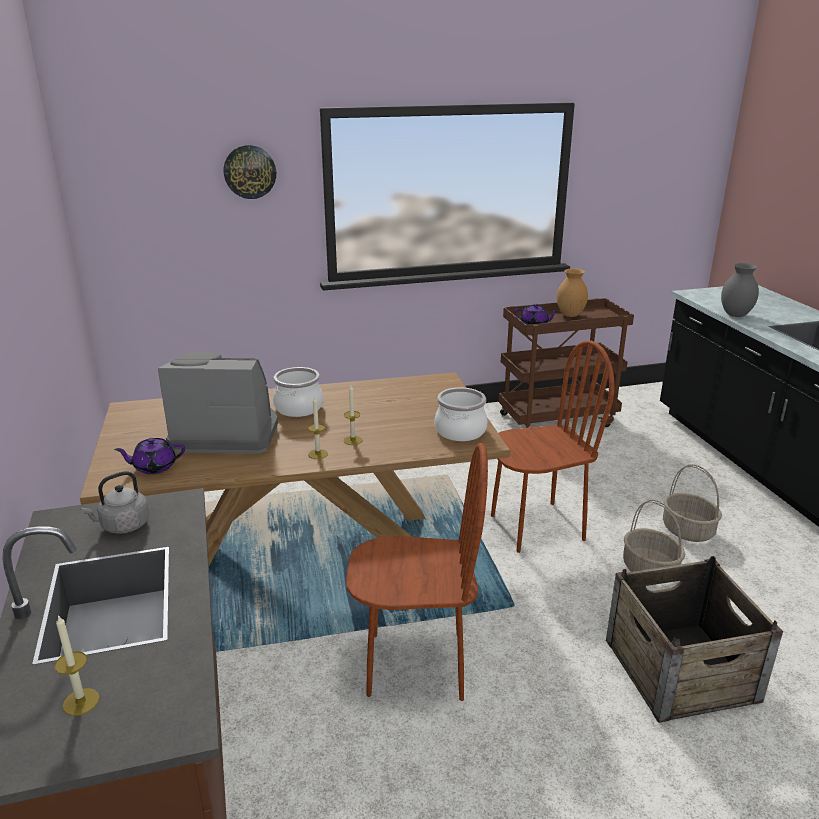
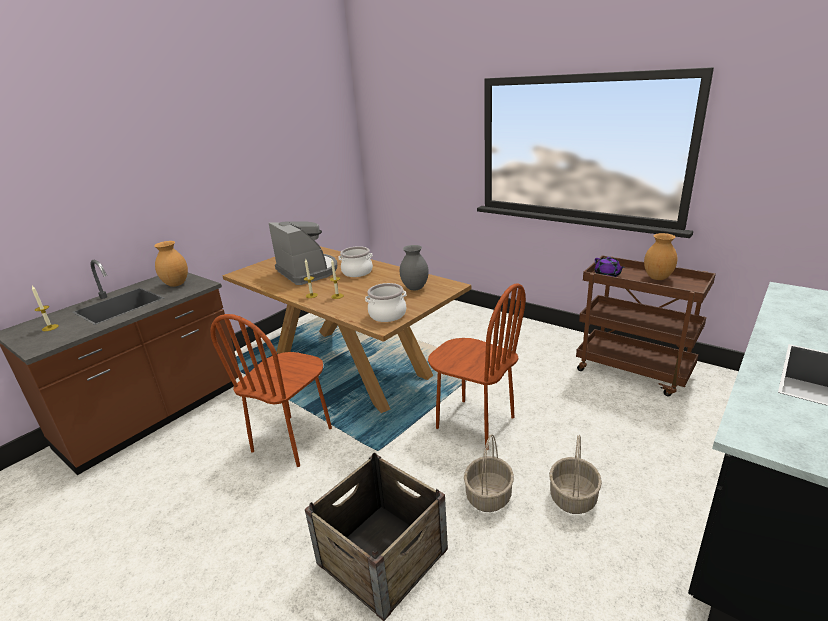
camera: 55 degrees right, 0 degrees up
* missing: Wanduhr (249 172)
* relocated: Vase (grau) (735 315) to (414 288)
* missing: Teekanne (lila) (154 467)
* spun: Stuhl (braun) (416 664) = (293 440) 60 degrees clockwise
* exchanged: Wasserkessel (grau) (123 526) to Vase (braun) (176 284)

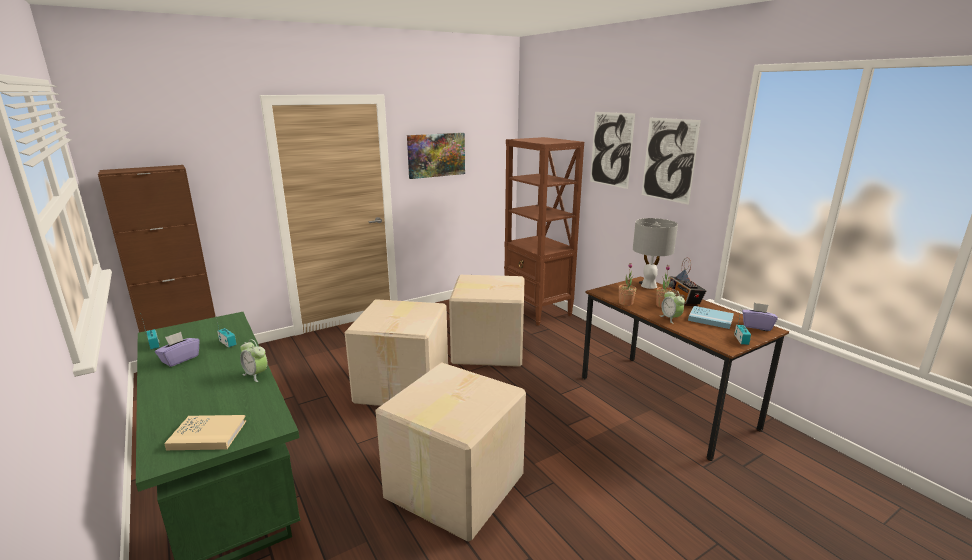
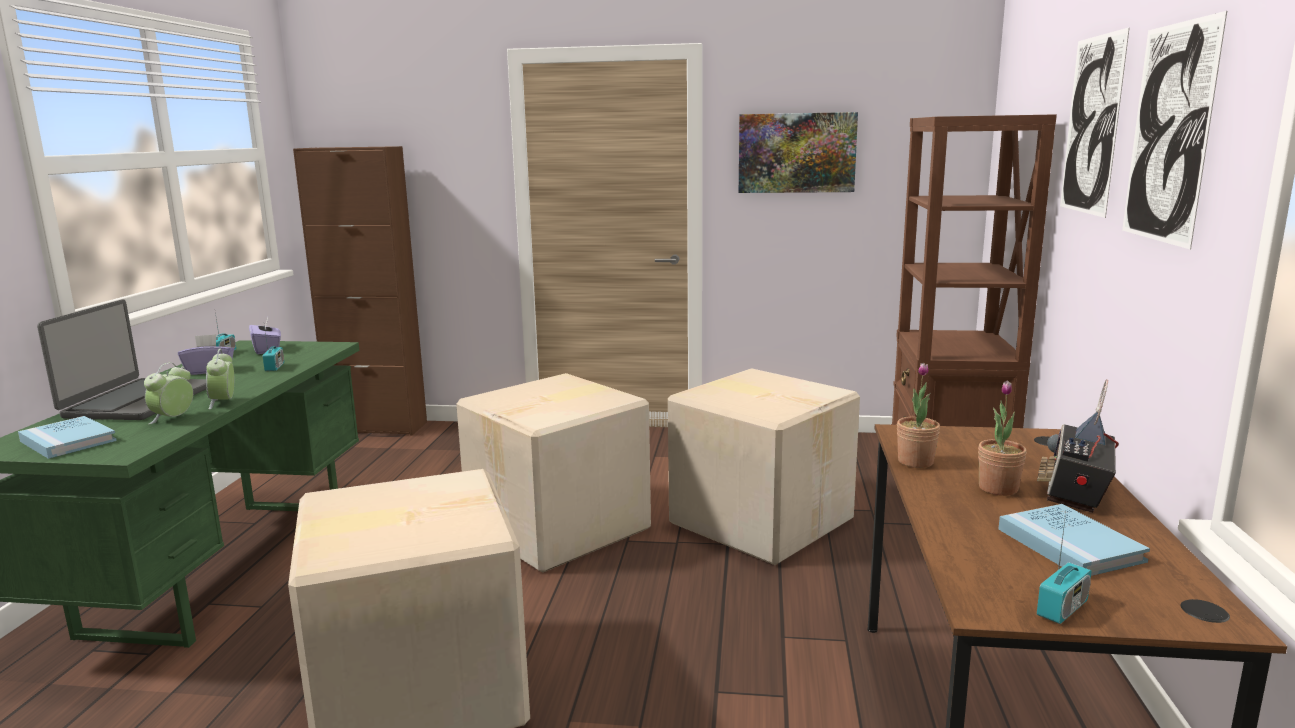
camera: 40 degrees right, 5 degrees down
* missing: Tischlampe (grau) (648 285)
* relocated: Wecker (670 318) to (173 419)
* relocated: Taschentuchbox (lila) (756 326) to (267 350)
* colour: Buch (beige) (207 435) to Buch (blau) (68 441)
* appeared: Laptop (138 401)

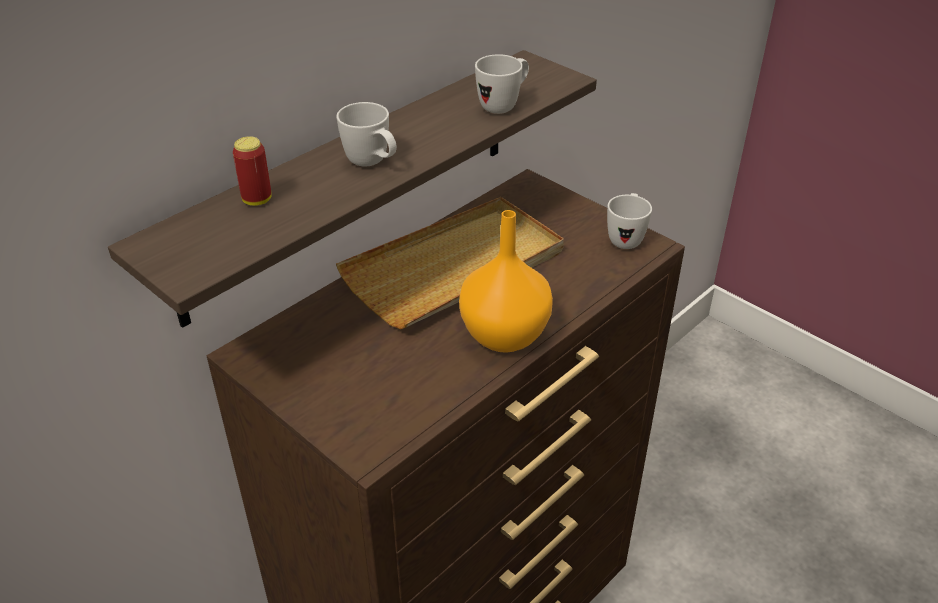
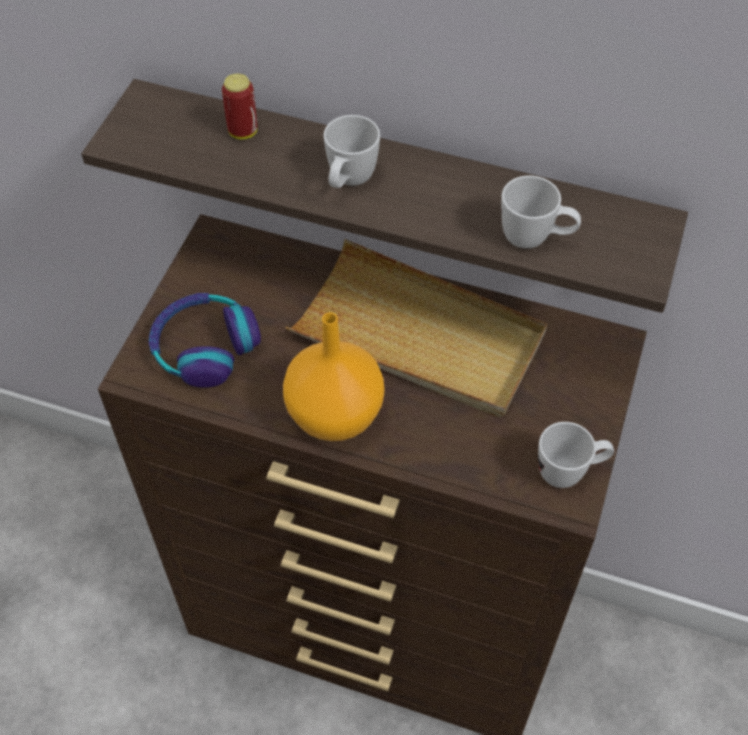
camera: 65 degrees right, 15 degrees up
* appeared: Kopfhörer (204 347)

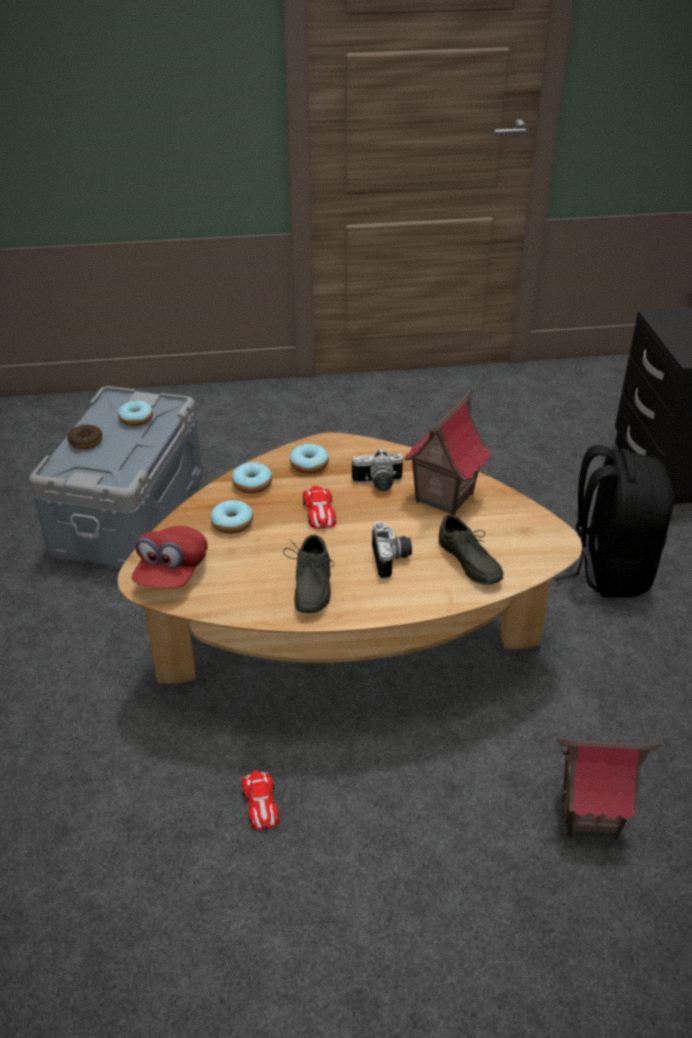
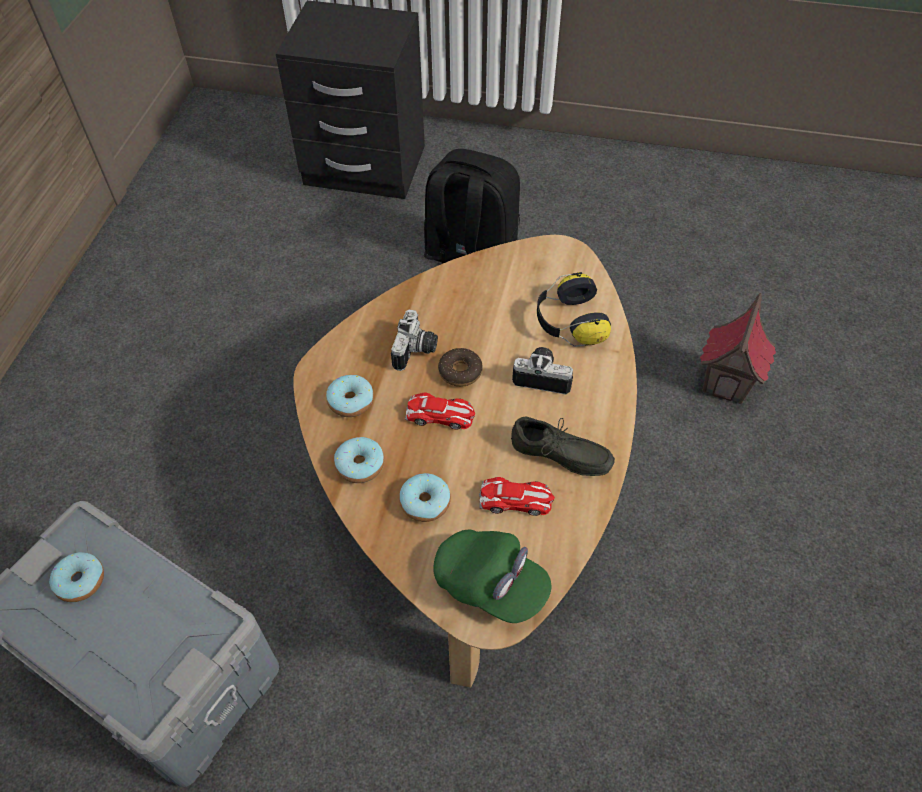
camera: 70 degrees left, 15 degrees up
* missing: Spielzeughaus (443 497)
* relocated: Donut (86 441) to (460 371)
* exchanged: Schuh (grau) (466 563) to Kopfhörer (568 322)
* colour: Kappe (rot) (172 572) to Kappe (grün) (490 584)
* relocated: Spielzeugauto (260 803) to (516 500)

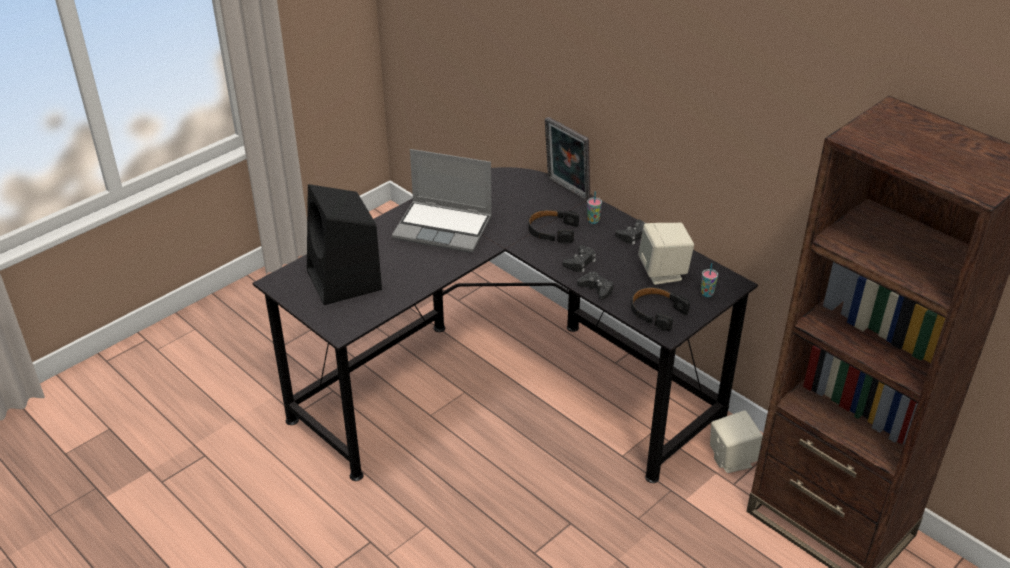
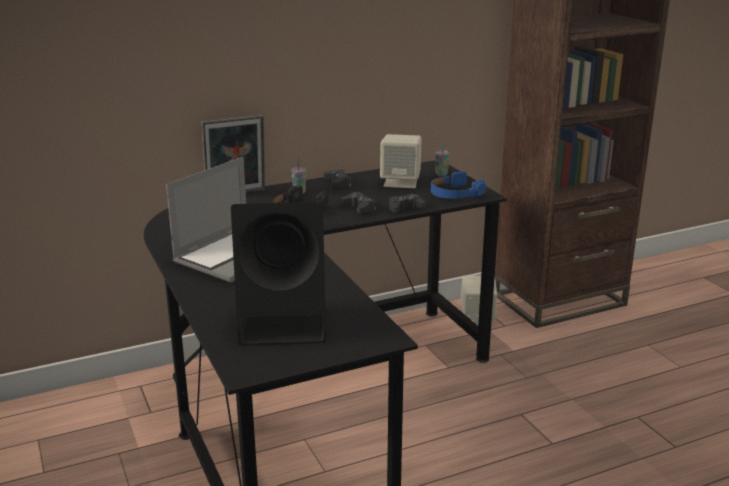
camera: 70 degrees left, 15 degrees down
* colour: Kopfhörer (schwarz) (656 312) to Kopfhörer (blau) (454 194)

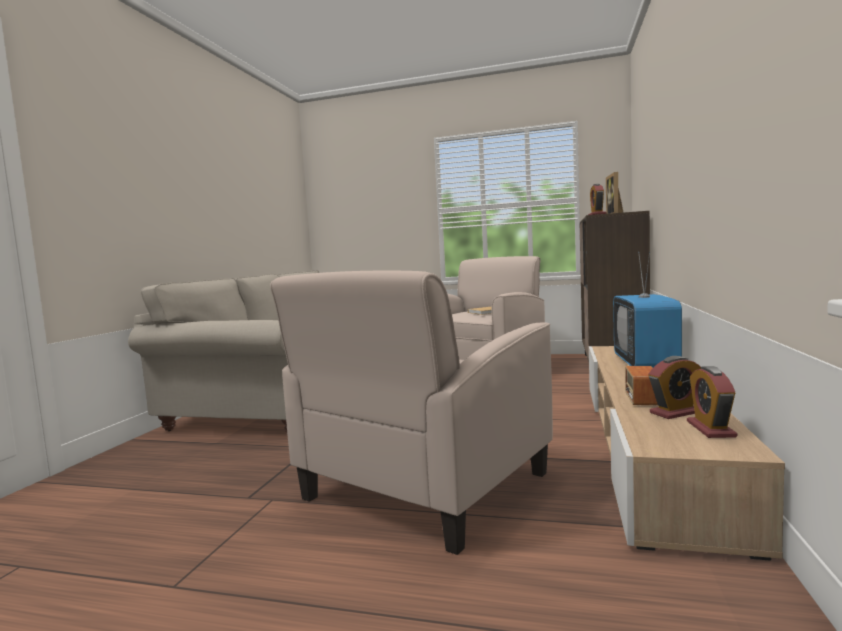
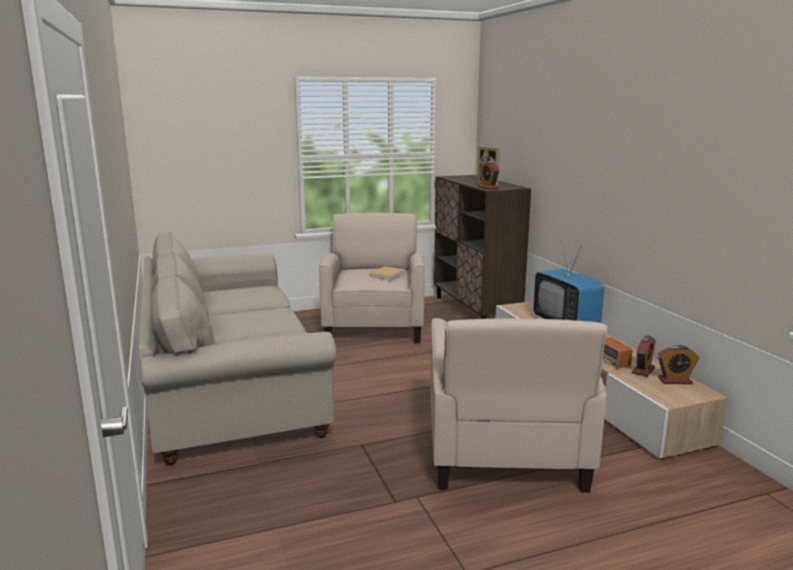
camera: 35 degrees left, 10 degrees up
* spun: Wecker (710 429) = (675 380) 60 degrees counterclockwise

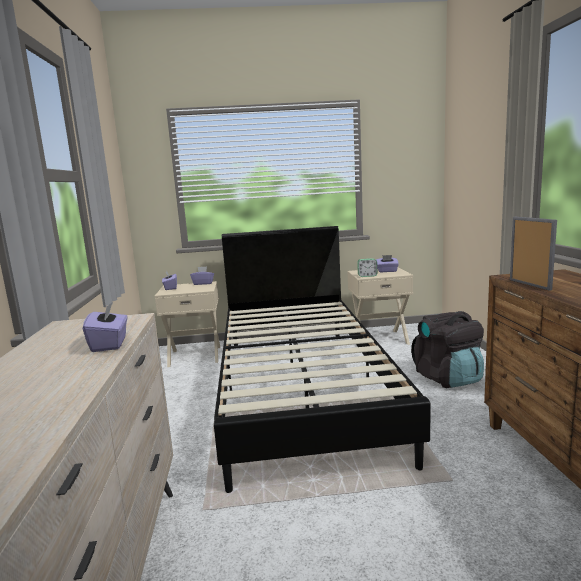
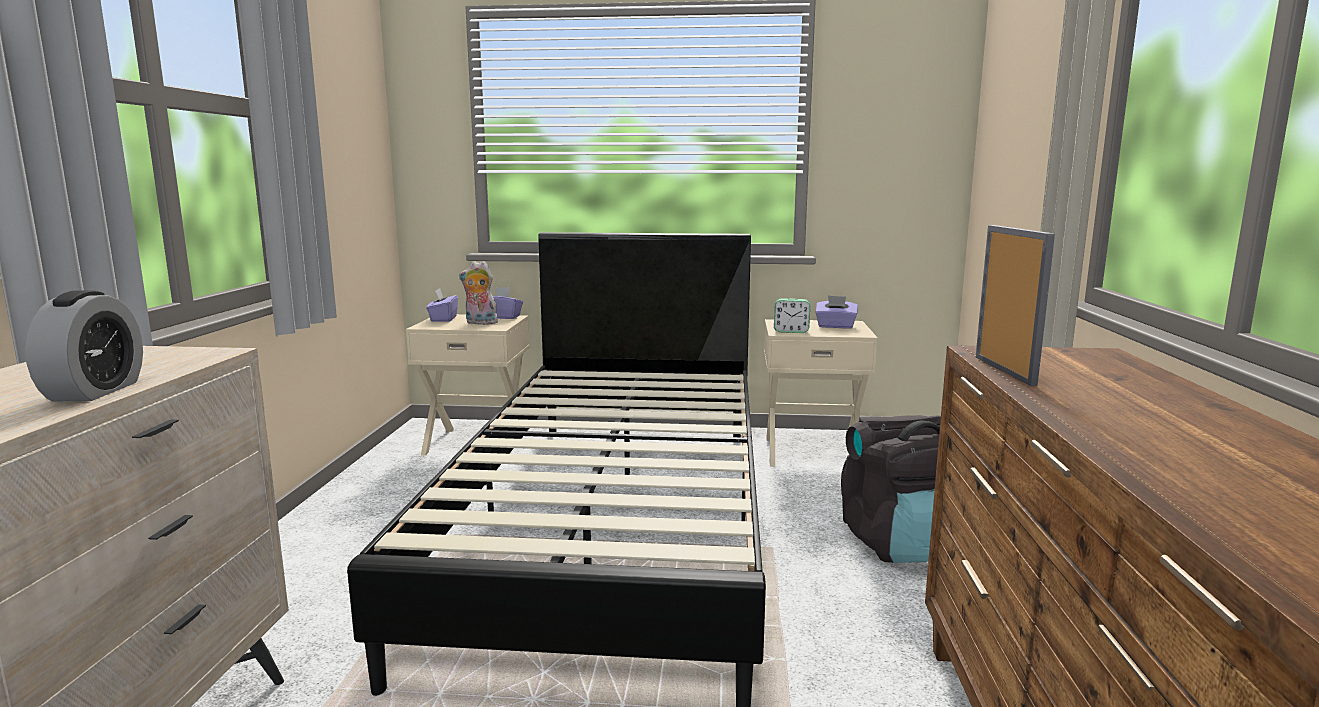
camera: 10 degrees right, 0 degrees up
* exchanged: Taschentuchbox (lila) (110 344) to Wecker (95 391)
* appeared: Plüschtier (480 323)

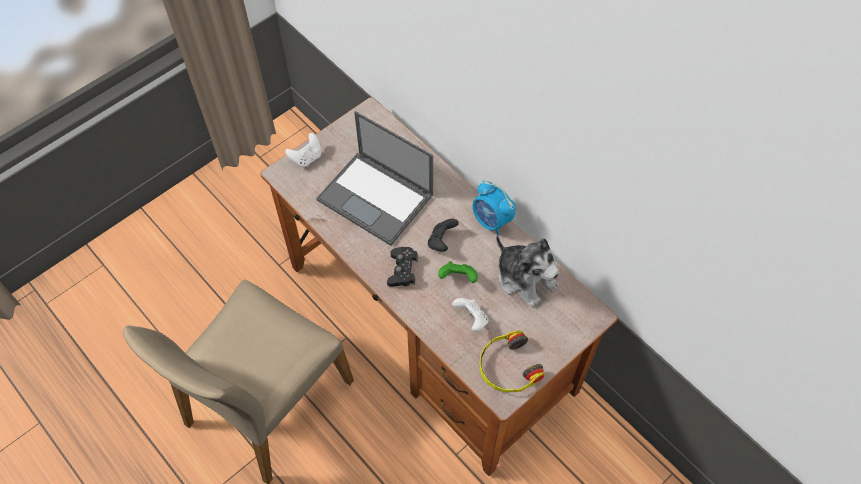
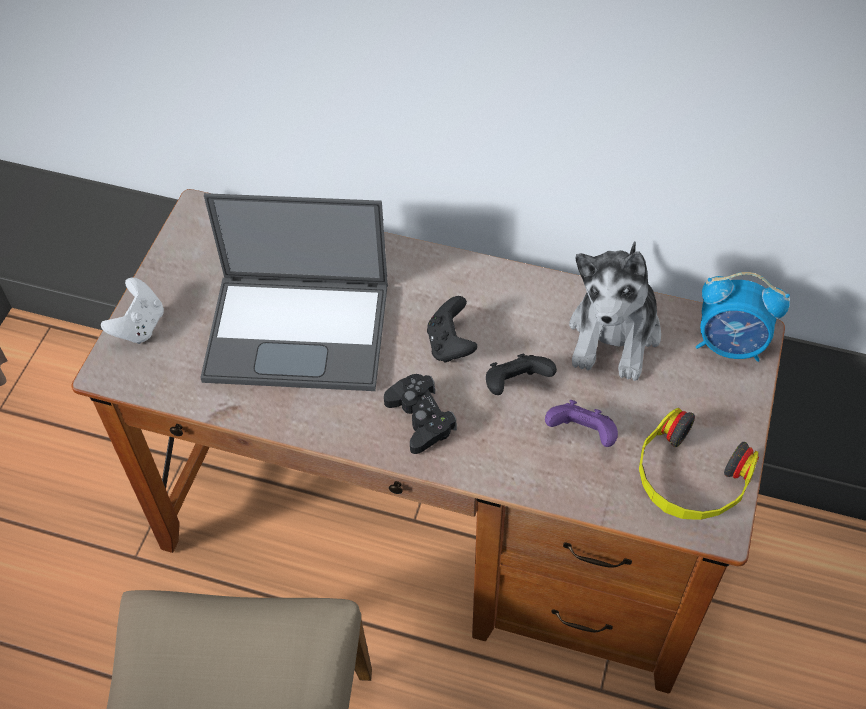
camera: 30 degrees left, 5 degrees down
* relocated: Wecker (491 221) to (730 345)
* spun: Plüschtier (525 278) = (614 334) 90 degrees clockwise
* colour: Gamepad (grün) (458 278) to Gamepad (schwarz) (515 385)
* colour: Gamepad (weiß) (471 319) to Gamepad (lila) (581 434)

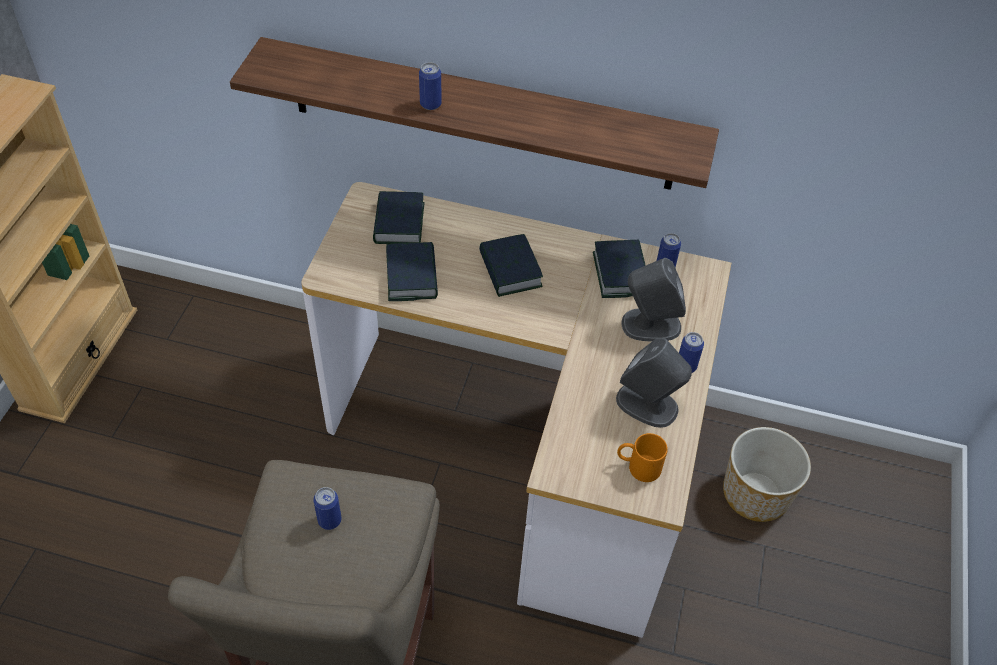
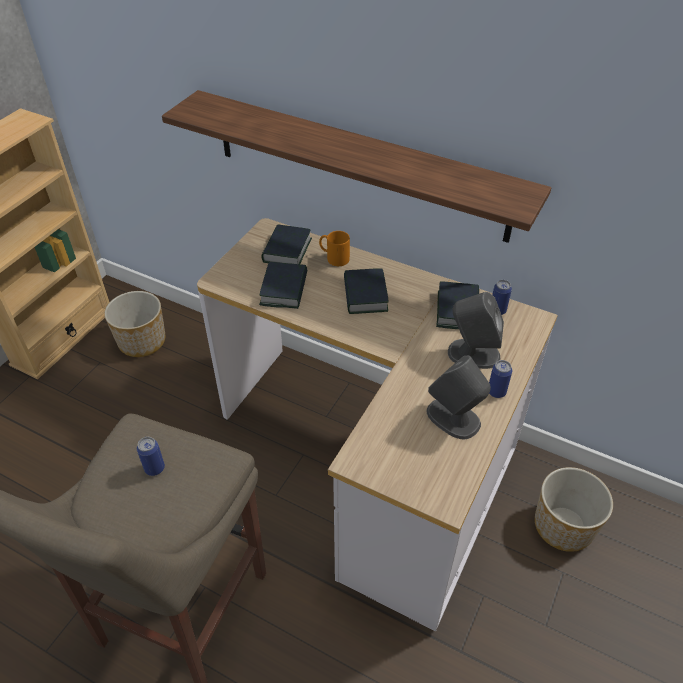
camera: 15 degrees right, 5 degrees down
* missing: Dose (430 104)
* relocated: Henkelbecher (orange) (638 467) to (333 258)
* appeared: Pflanzkübel (142 341)

